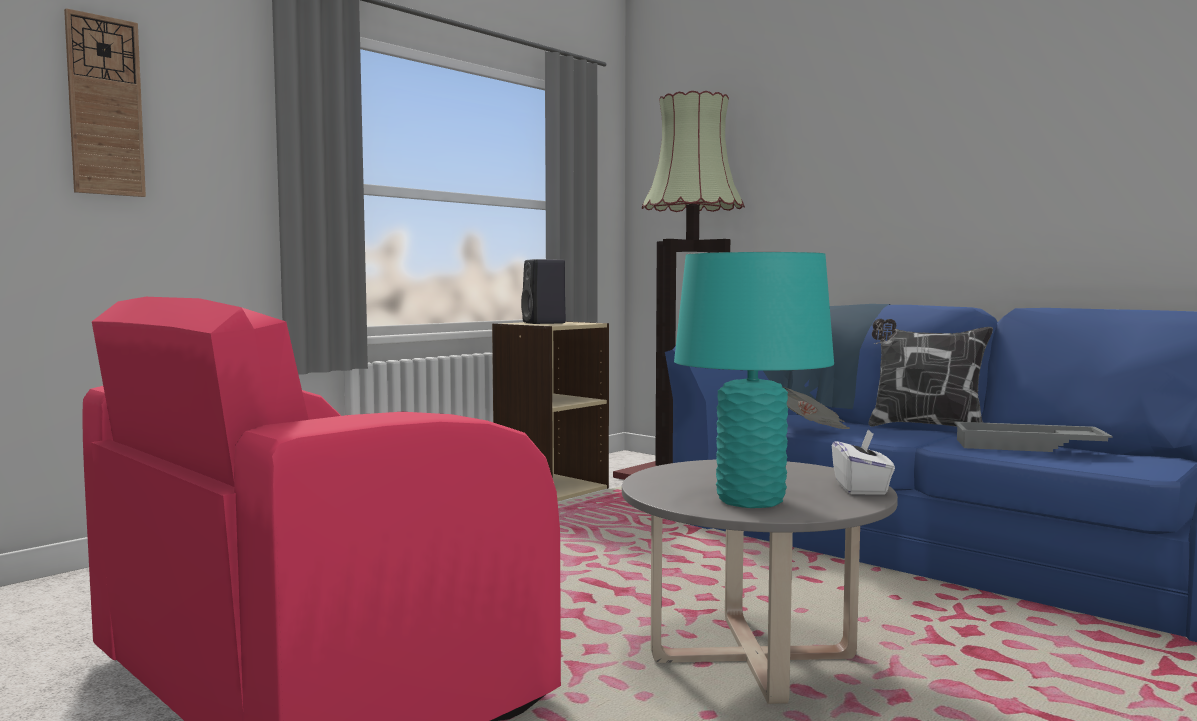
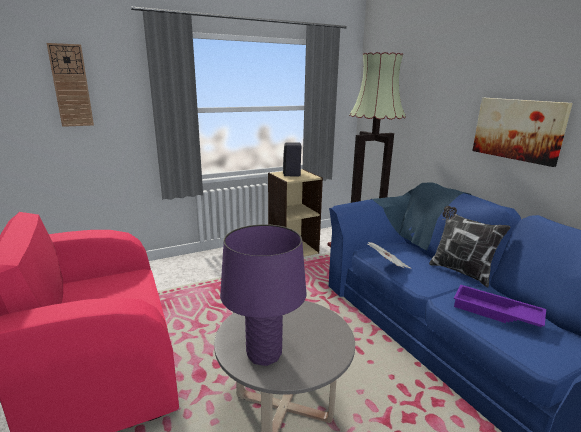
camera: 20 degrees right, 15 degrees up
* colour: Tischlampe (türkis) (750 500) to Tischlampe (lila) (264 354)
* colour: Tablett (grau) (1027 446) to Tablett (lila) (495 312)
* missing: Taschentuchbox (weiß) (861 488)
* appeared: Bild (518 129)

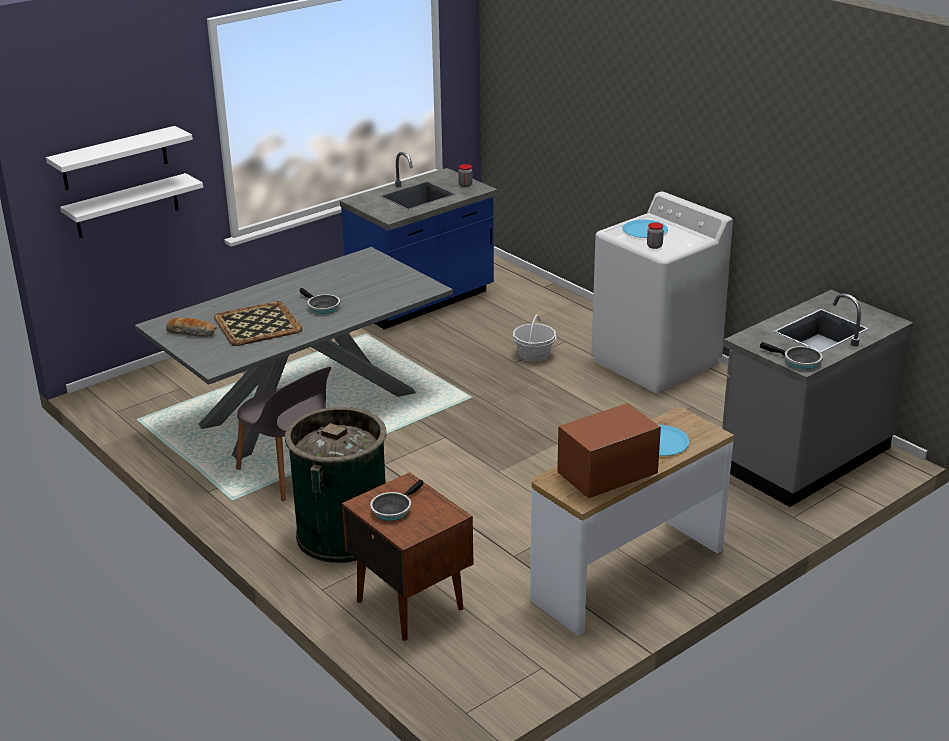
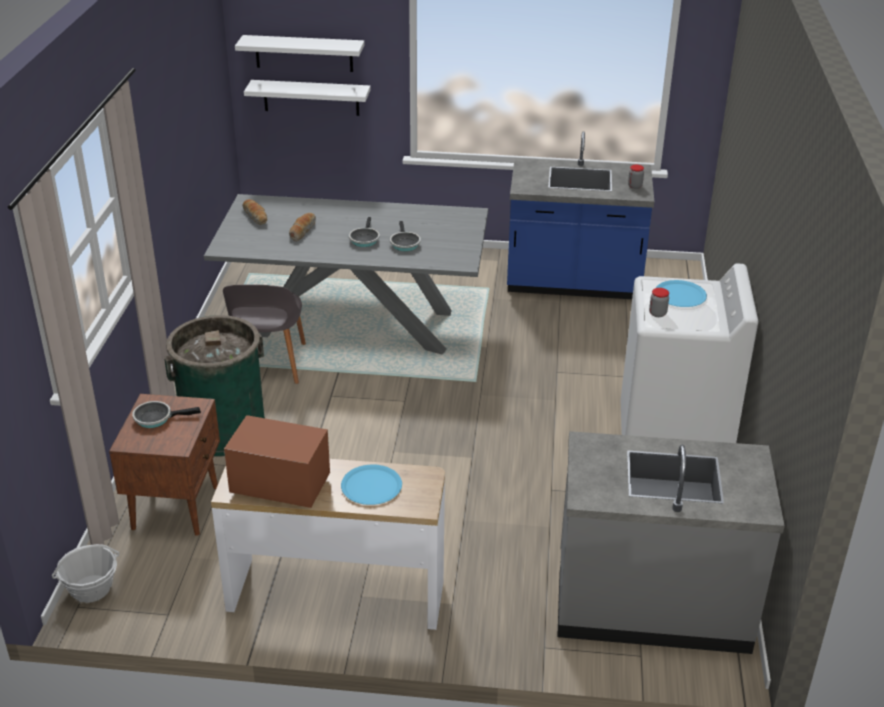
camera: 45 degrees right, 5 degrees up
* exchanged: Tablett (256 324) to Brot (302 231)
* relocated: Korb (534 355) to (91 588)
* relocated: Pfanne (798 361) to (404 243)

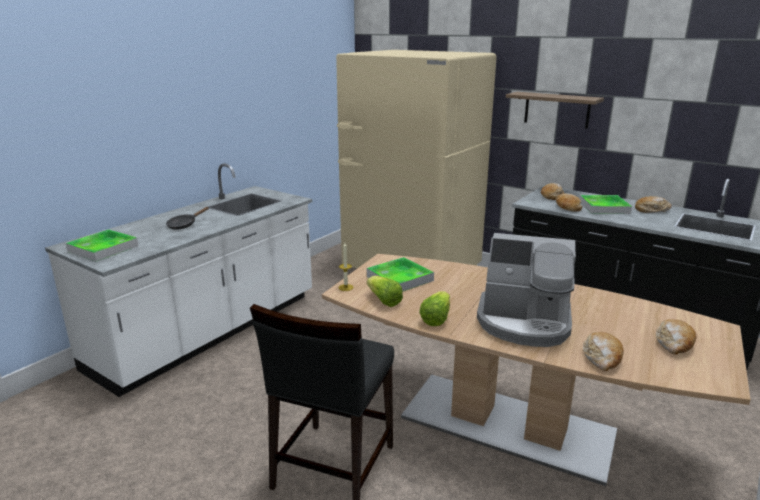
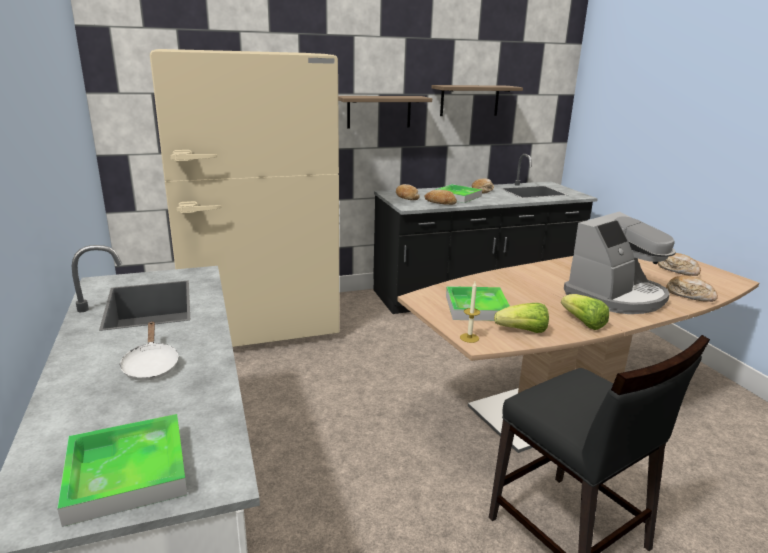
camera: 55 degrees left, 0 degrees up
* colour: Pfanne (schwarz) (184 225) to Pfanne (weiß) (151 366)
* appeared: Wandregal (469 100)

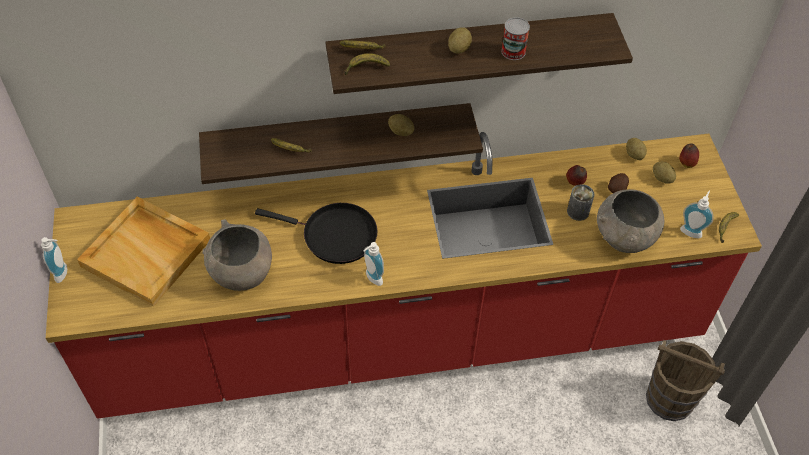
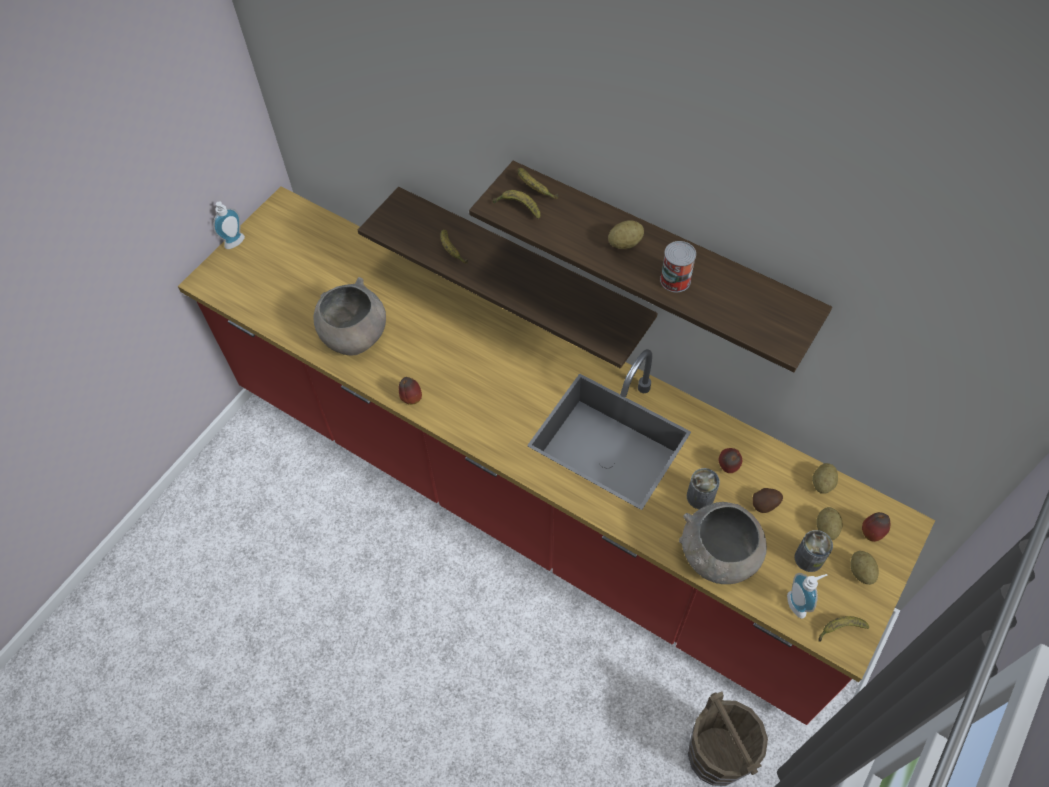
camera: 45 degrees right, 5 degrees up
* relocated: Kartoffel (401 132) to (861 572)
* missing: Tablett (beige) (147 253)
* missing: Pfanne (schwarz) (334 235)
* missing: Seifenspender (372 279)
* appeared: Apfel (411 398)
* appeared: Dose (808 558)

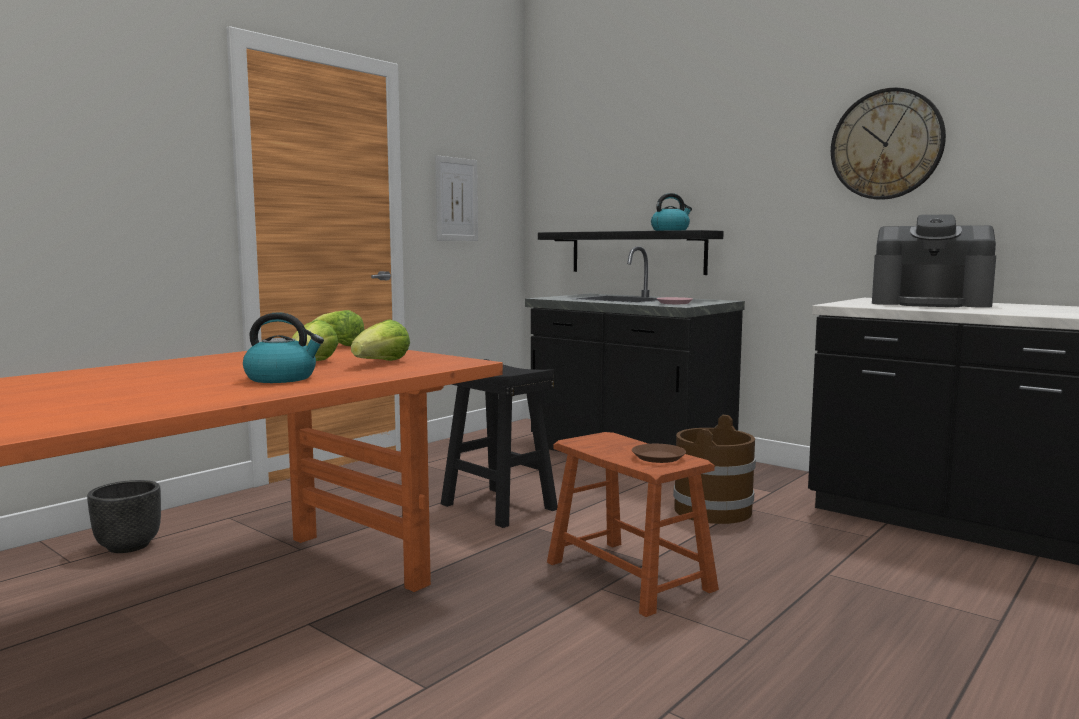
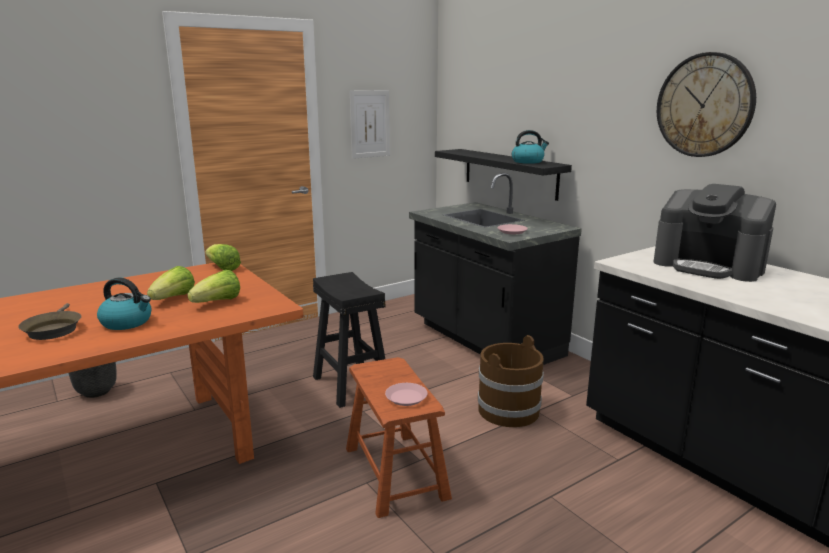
camera: 15 degrees right, 10 degrees up
* colour: Teller (braun) (658 457) to Teller (rosa) (406 397)
* appeared: Pfanne (braun) (53 329)

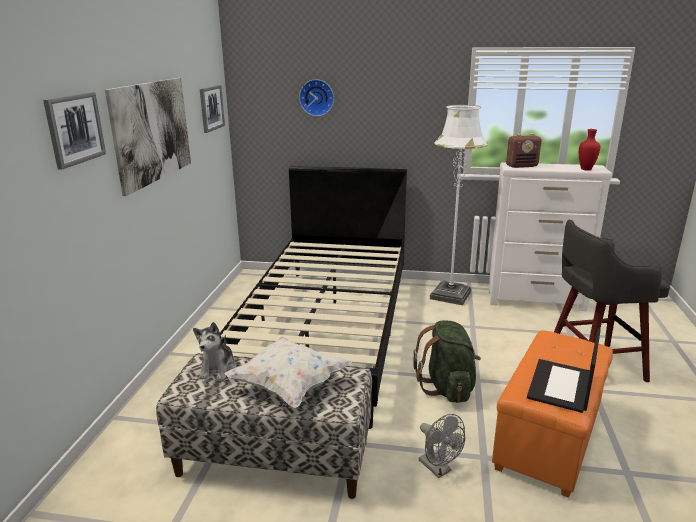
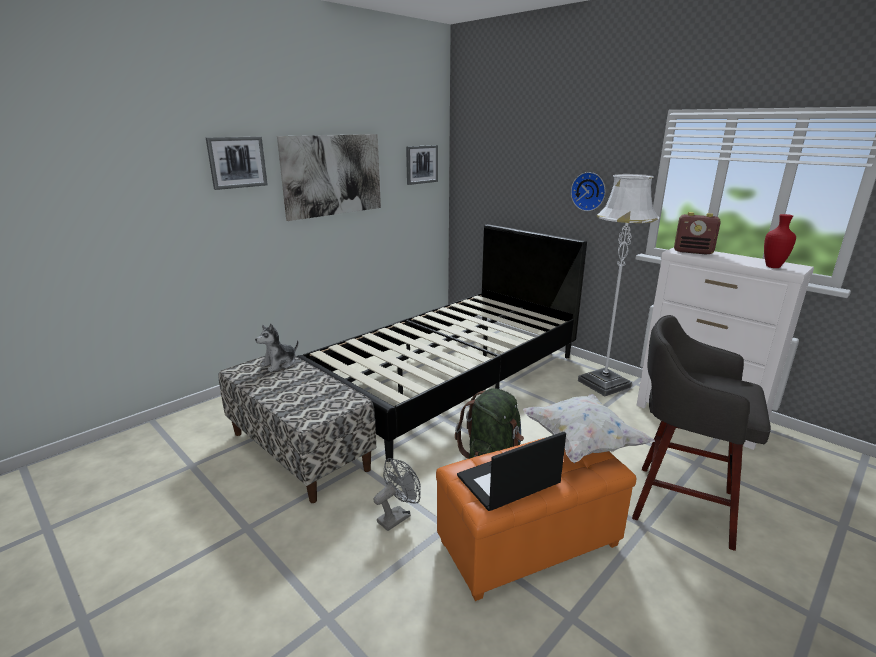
camera: 35 degrees right, 0 degrees up
* relocated: Wanduhr (317 97) to (589 191)
* relocated: Kissen (weiß) (289 386) to (581 443)
* spun: Ventilator (grau) (439 469) = (397 516) 135 degrees counterclockwise

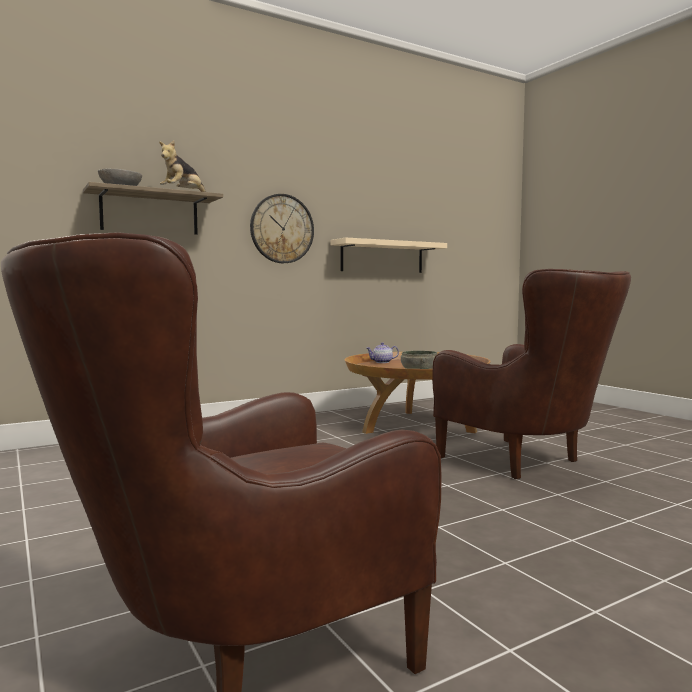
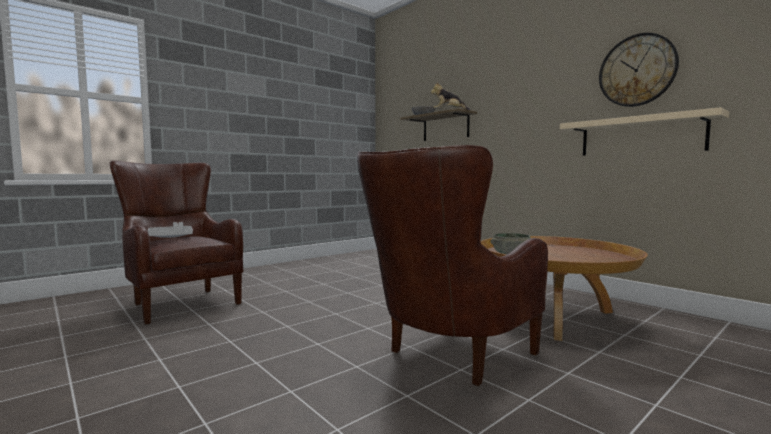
camera: 80 degrees right, 0 degrees up
* relocated: Wanduhr (282 229) to (637 70)
* missing: Teekanne (382 362)
* appeared: Tablett (grau) (171 237)

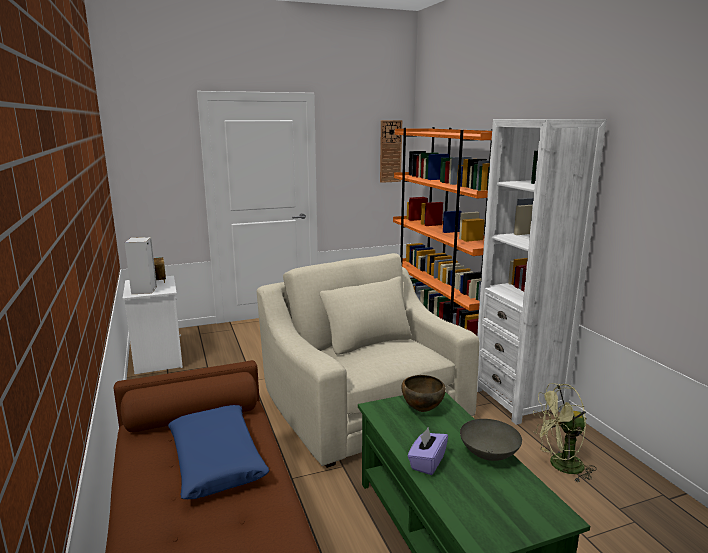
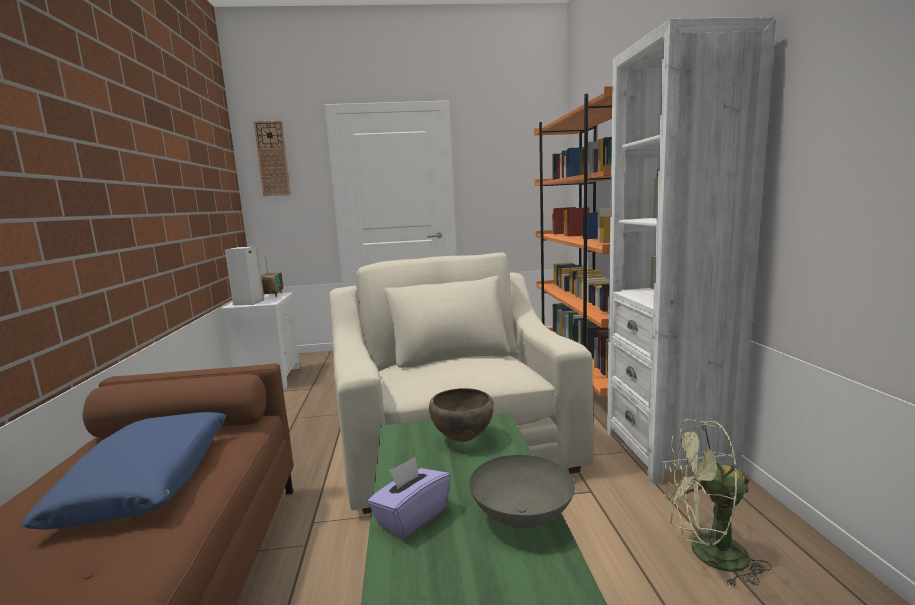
camera: 15 degrees right, 5 degrees down
* relocated: Wanduhr (390 151) to (272 159)

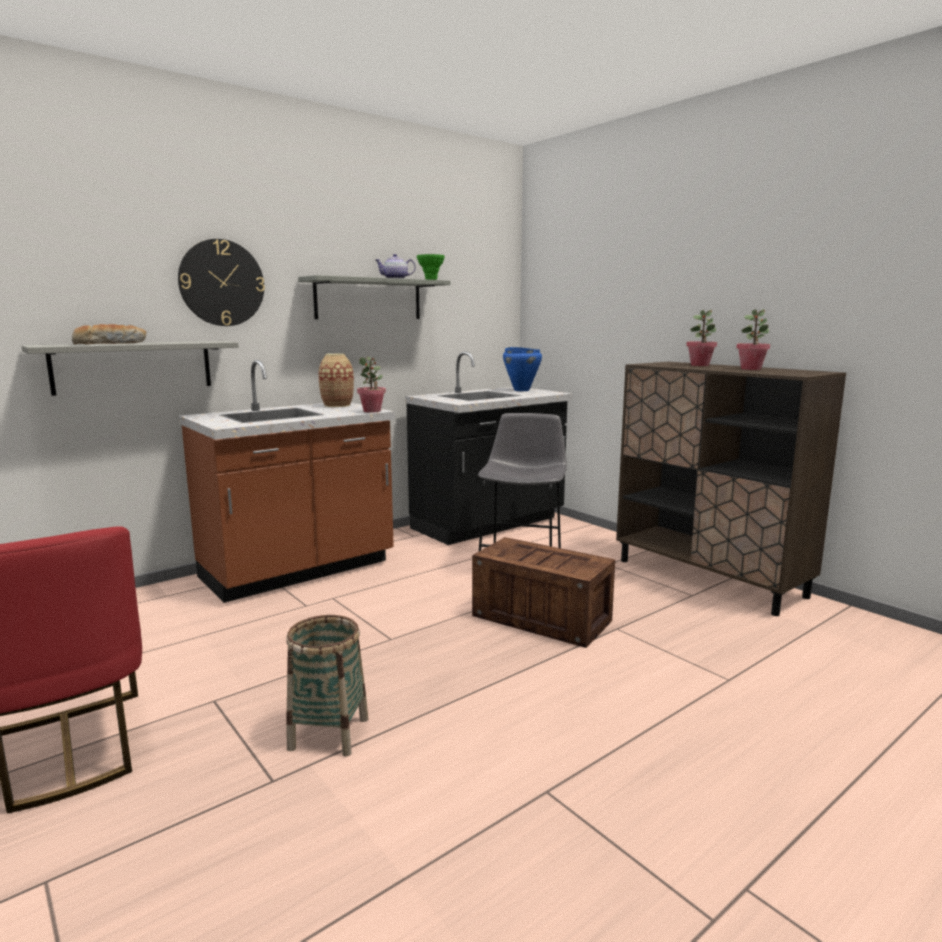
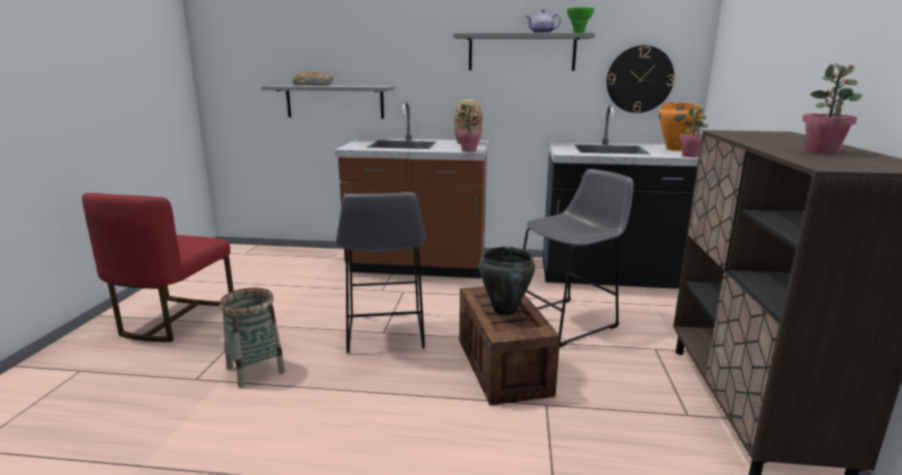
camera: 45 degrees right, 5 degrees up
* relocated: Wanduhr (222 283) to (639 79)
* relocated: Topfpflanze (700 365) to (690 156)
* colour: Kochtopf (blau) (521 390) to Kochtopf (orange) (675 149)
* appeared: Hocker (grau) (384 333)
* appeared: Kochtopf (schwarz) (504 311)

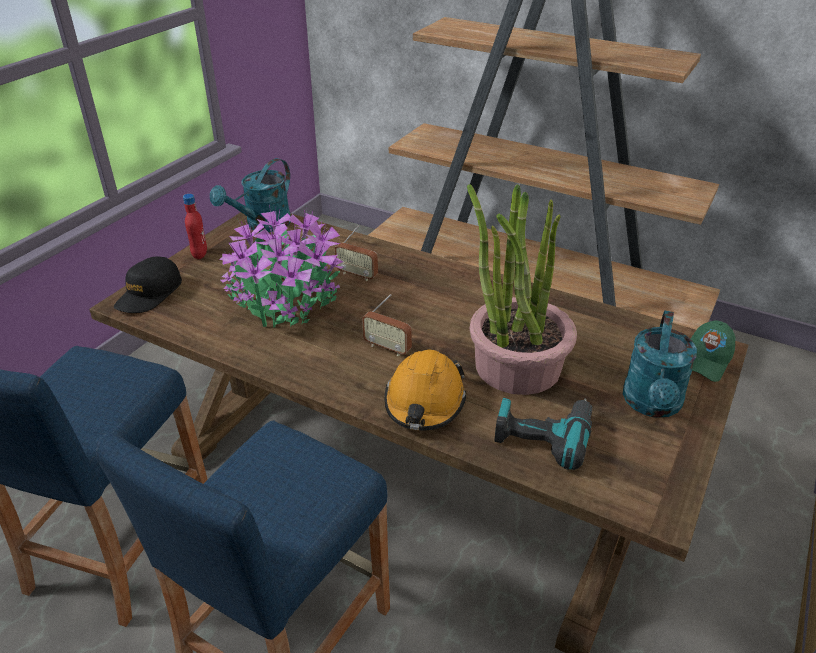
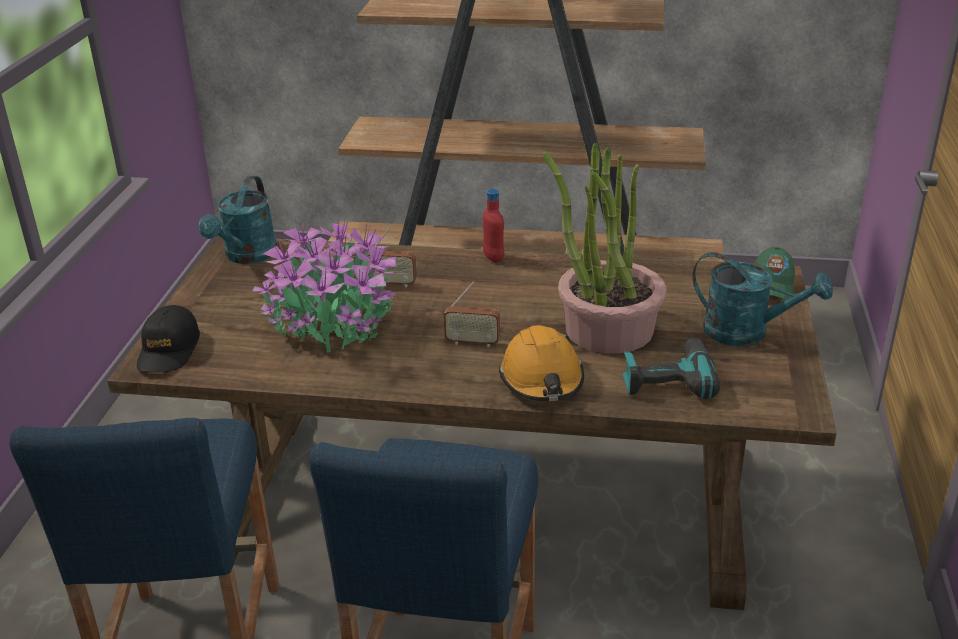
camera: 20 degrees left, 5 degrees down
* relocated: Flasche (rot) (199 254) to (493 258)
* spun: Gießkanne (türkis) (652 405) = (747 333) 60 degrees counterclockwise

